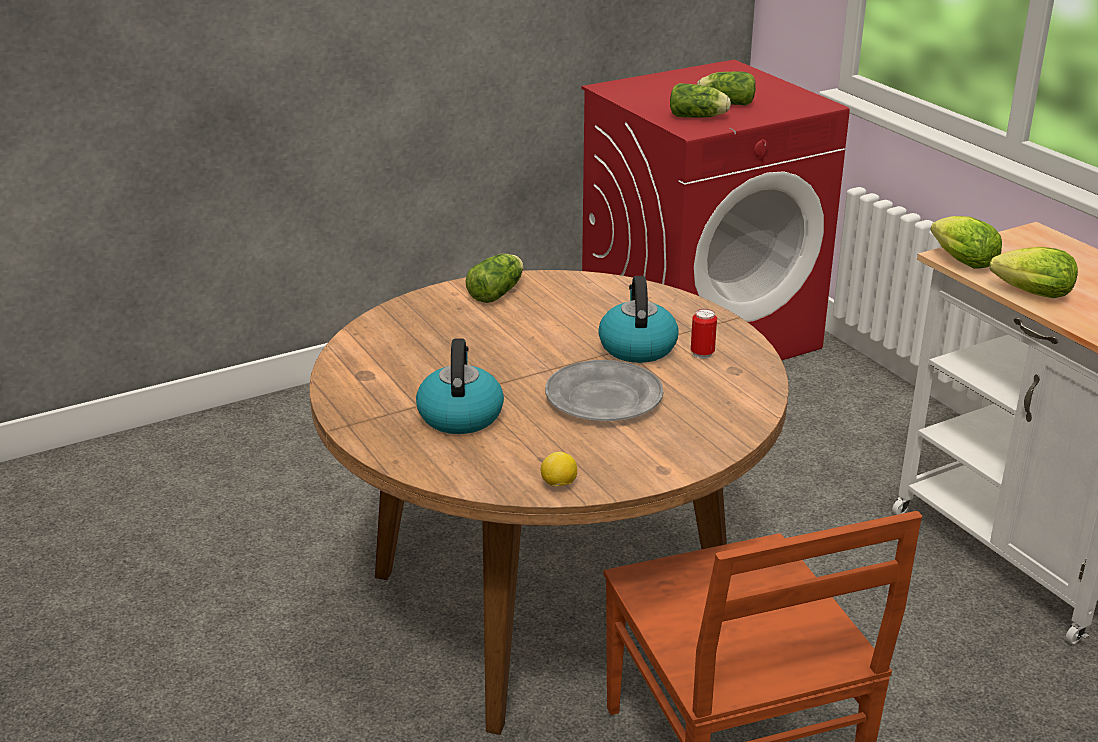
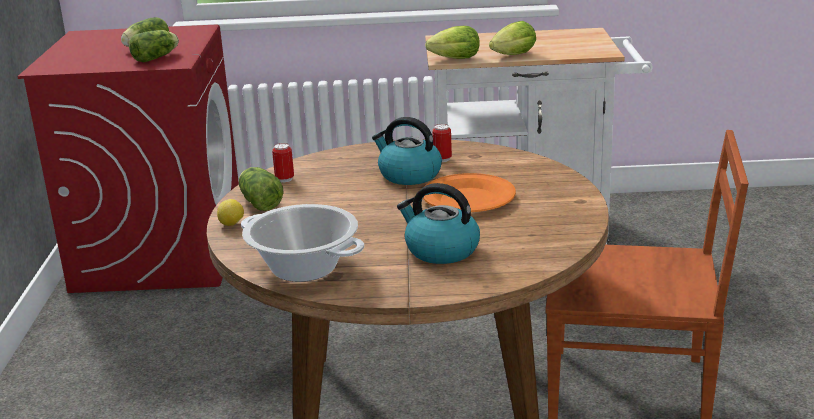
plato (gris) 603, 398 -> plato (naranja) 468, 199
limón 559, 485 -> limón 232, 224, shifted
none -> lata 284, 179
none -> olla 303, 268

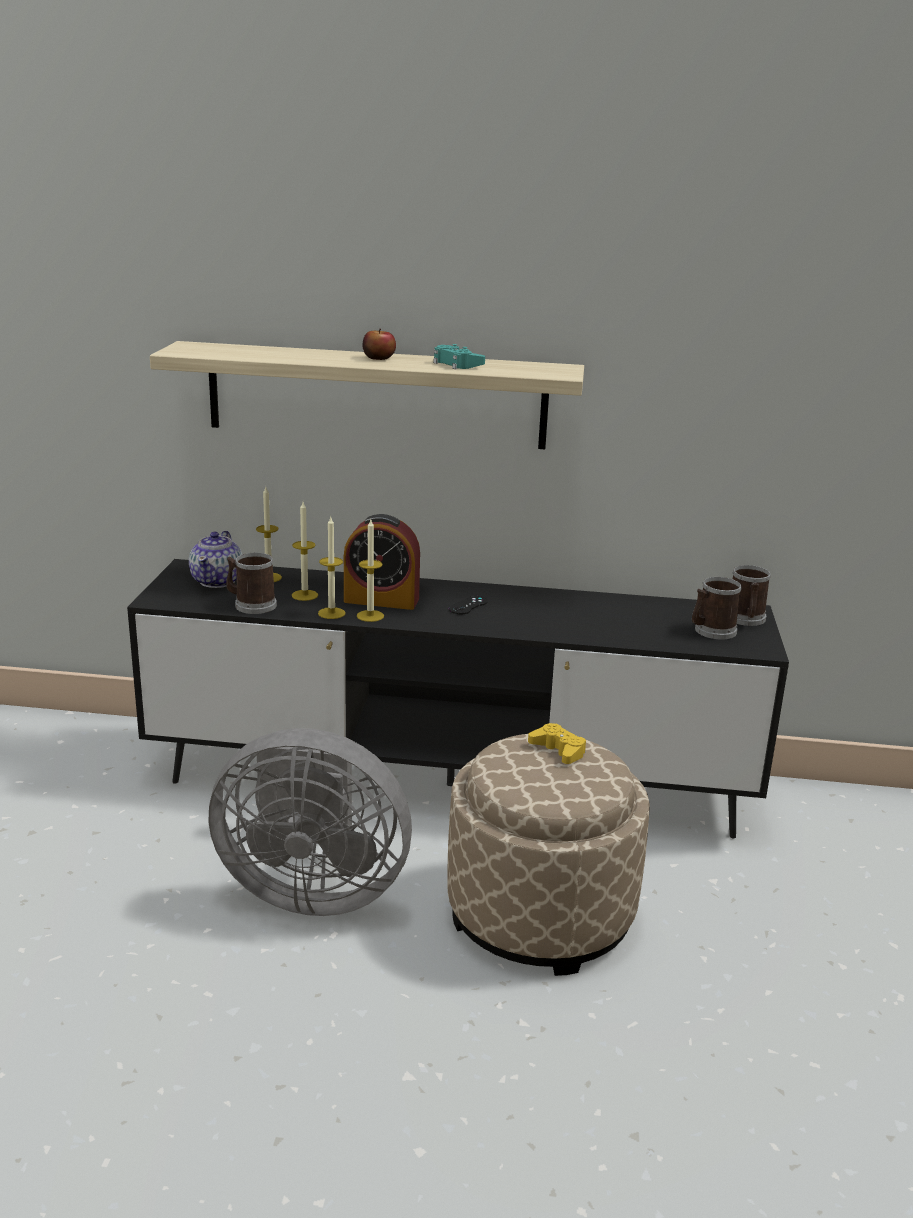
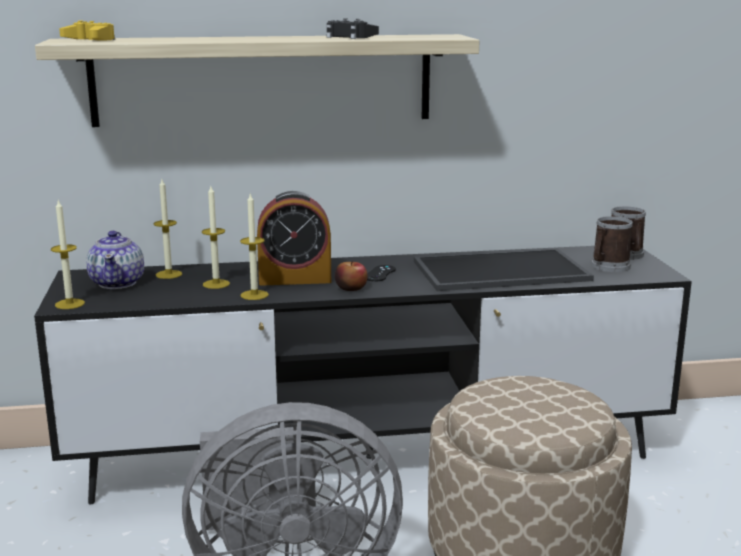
manzana 379, 358 -> manzana 351, 288, shifted
mando de consola (turquesa) 457, 364 -> mando de consola (negro) 350, 37
vela 370, 616 -> vela 69, 304, shifted
taza grande 251, 605 -> none
mando de consola (amarillo) 558, 750 -> mando de consola (amarillo) 89, 40, shifted
none -> bandeja 499, 272

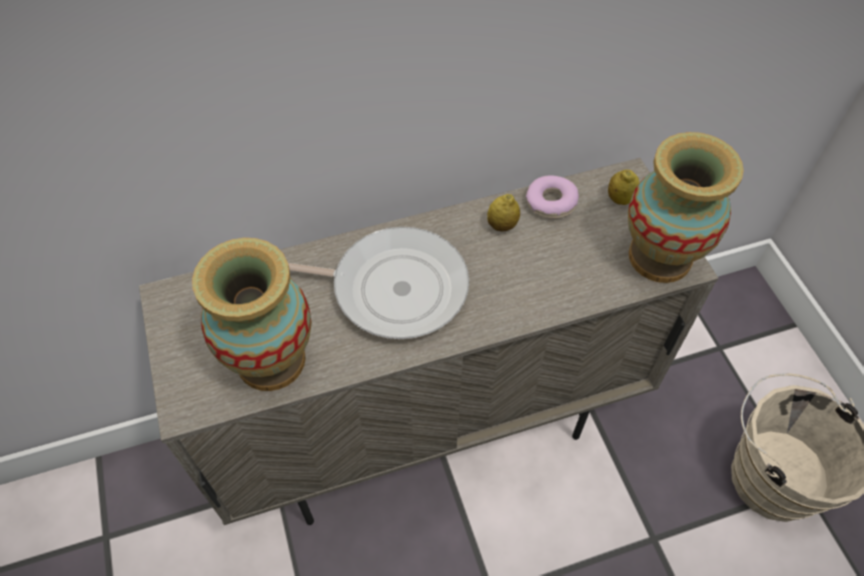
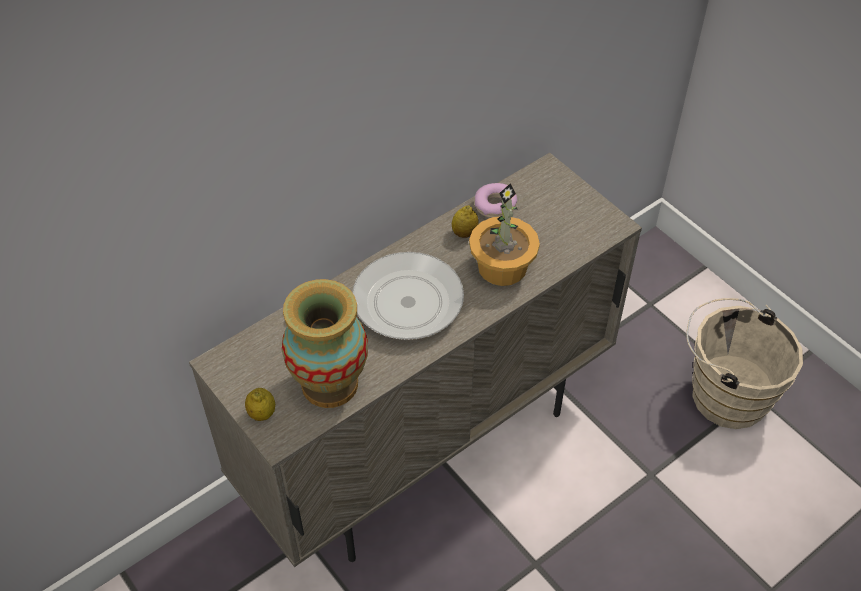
florero 660, 256 -> none
limón 620, 199 -> limón 262, 413, shifted
none -> planta en maceta 503, 266

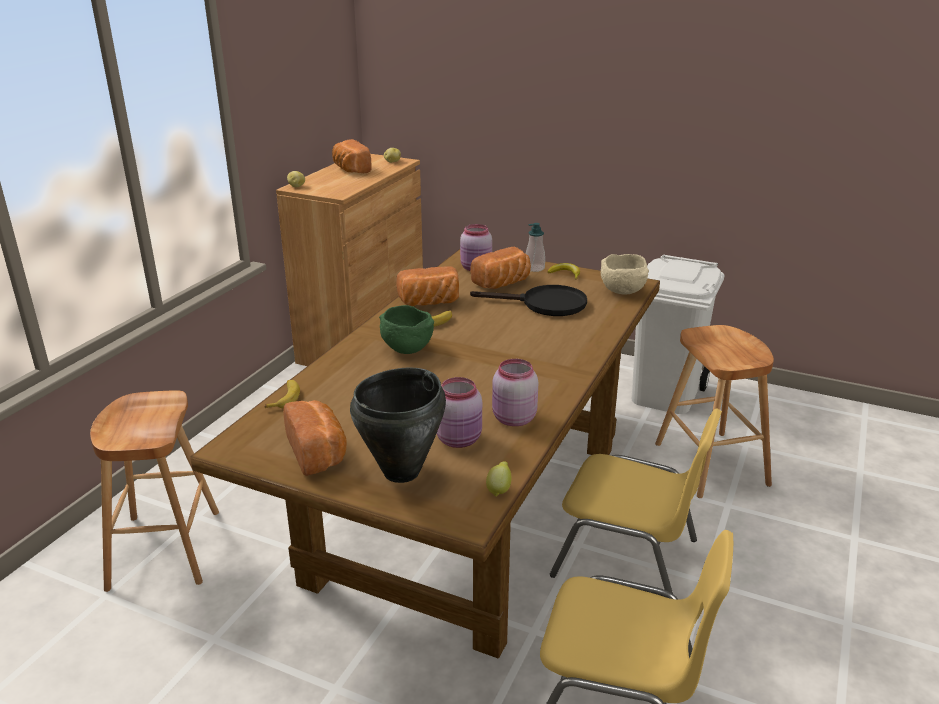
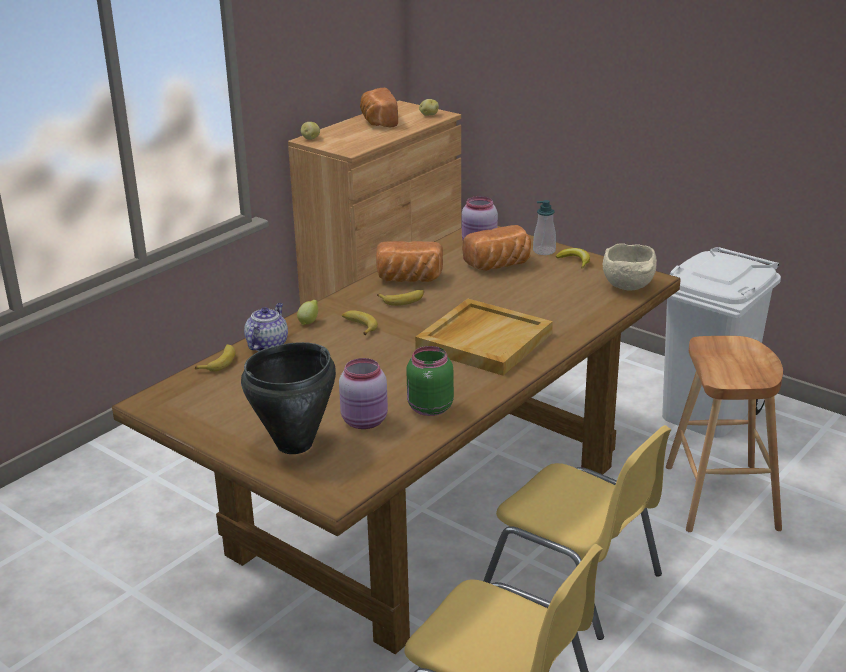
sartén (negro) 544, 304 -> none
cuenco (verde) 405, 349 -> plátano 358, 326
tarro (rosa) 513, 419 -> tarro (verde) 429, 408
taburete (marrón) 165, 550 -> none
pan 319, 452 -> none
limón 499, 489 -> limón 309, 322, shifted
none -> bandeja (beis) 484, 340
none -> tetera 267, 345

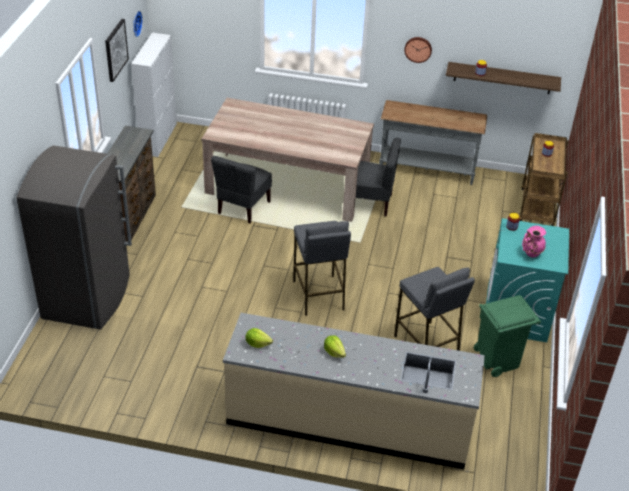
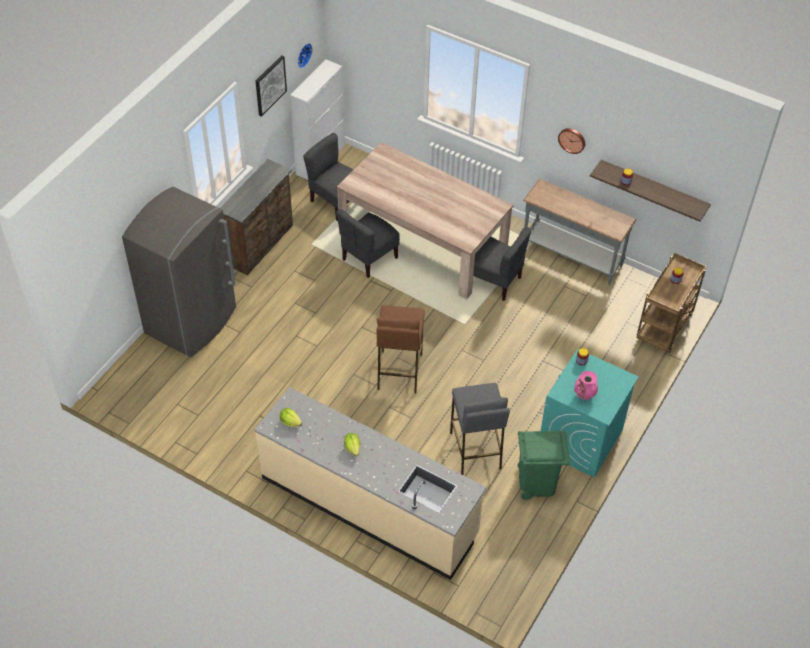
taburete (gris) 318, 295 -> taburete (marrón) 399, 372
none -> silla (gris) 336, 201

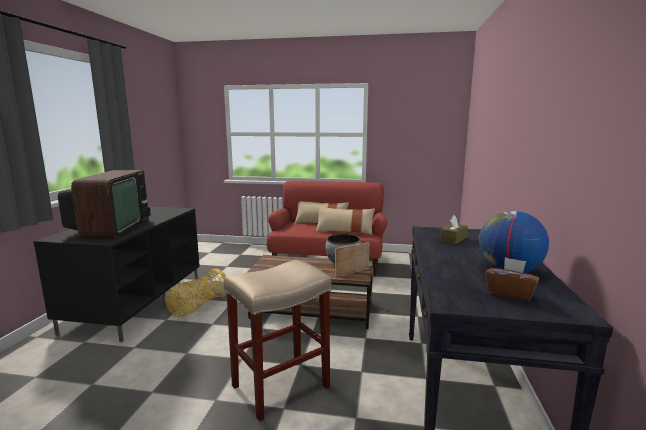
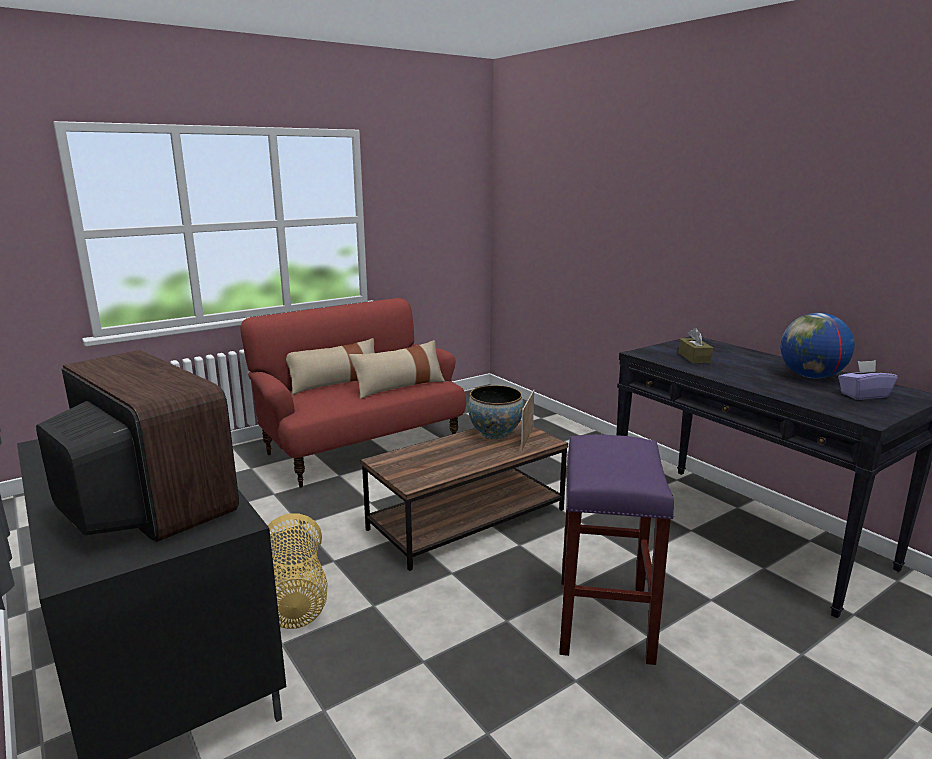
caja de pañuelos (marrón) 510, 293 -> caja de pañuelos (morado) 863, 395
taburete (beis) 280, 387 -> taburete (morado) 605, 620

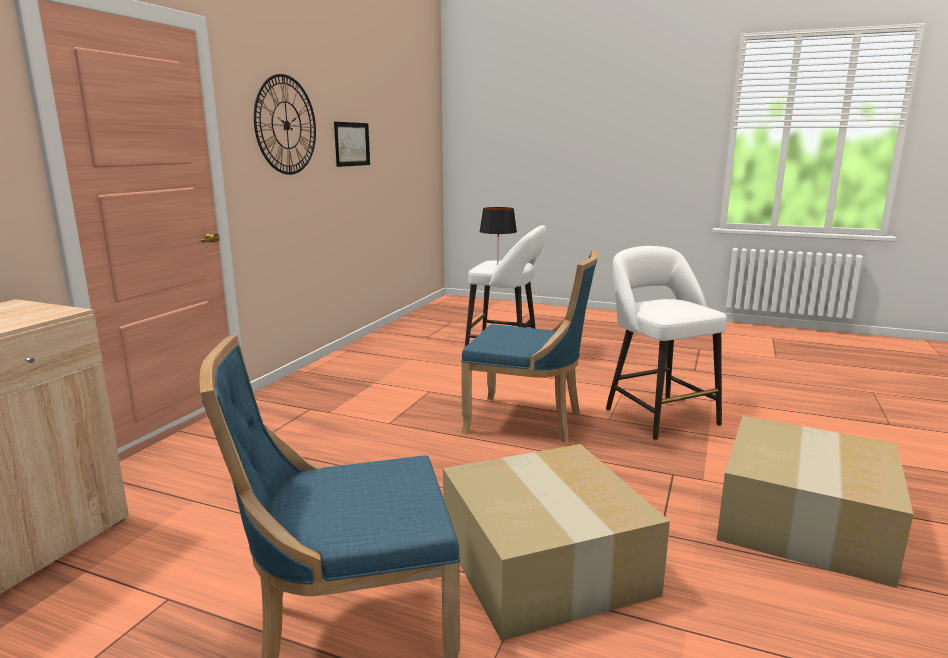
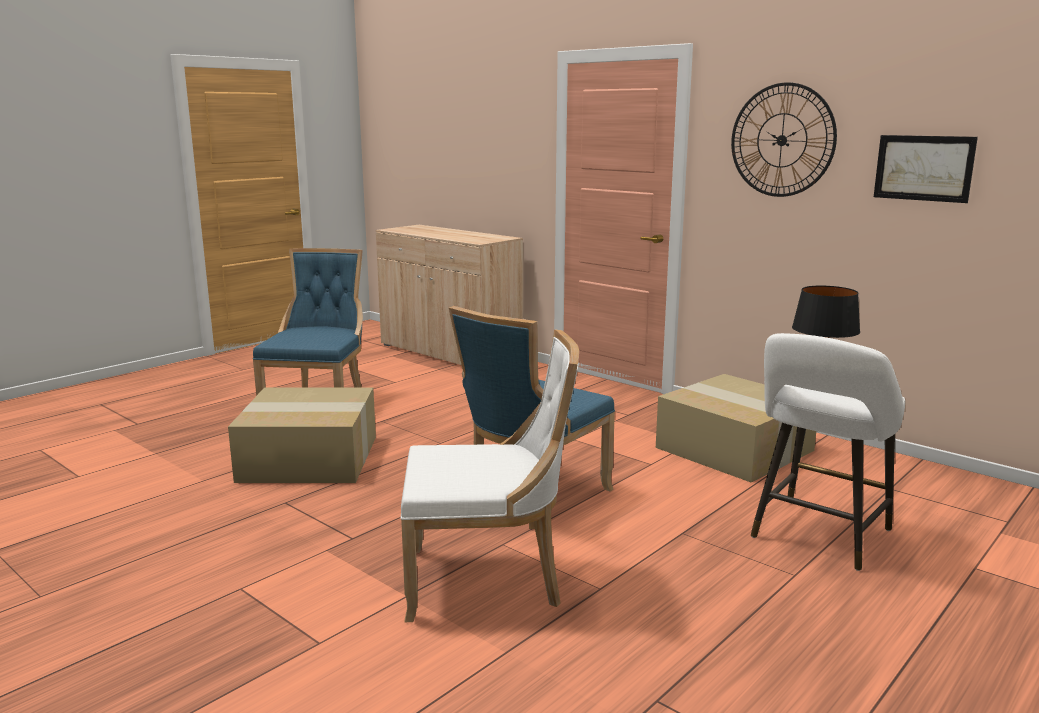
taburete (blanco) 657, 415 -> silla (blanco) 489, 581
caja de cartón 806, 524 -> caja de cartón 731, 449, shifted

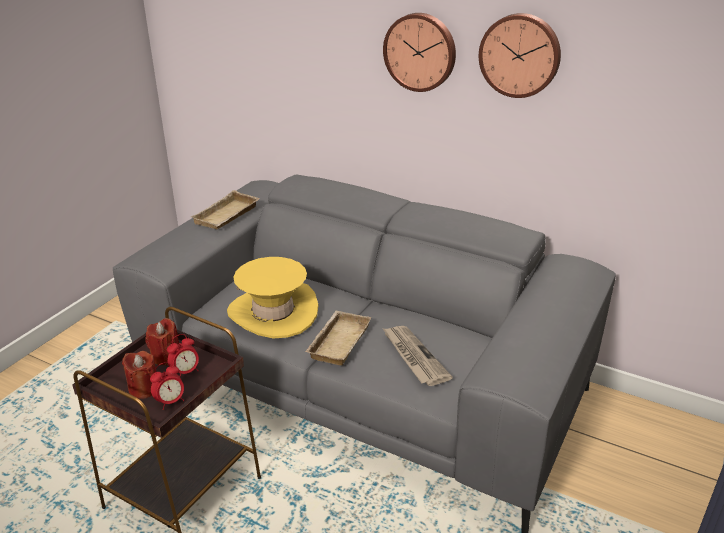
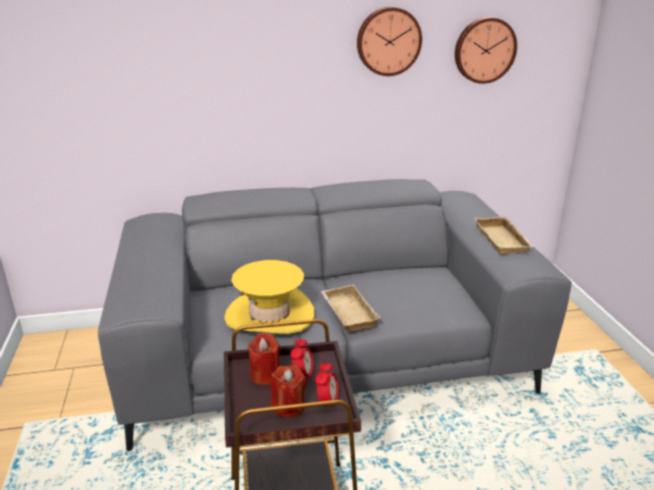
reloj de pared 420, 51 -> reloj de pared 484, 50, shifted
bandeja (beis) 227, 216 -> bandeja (beis) 504, 240, shifted
periódico 413, 357 -> none

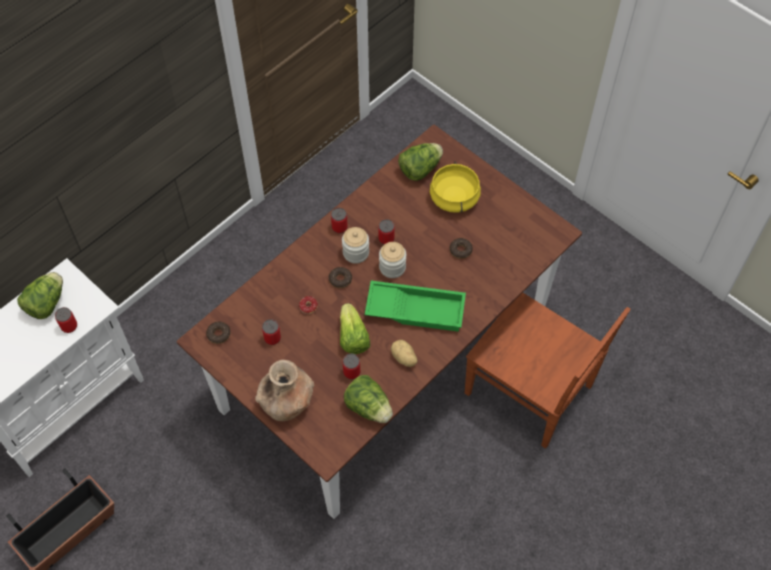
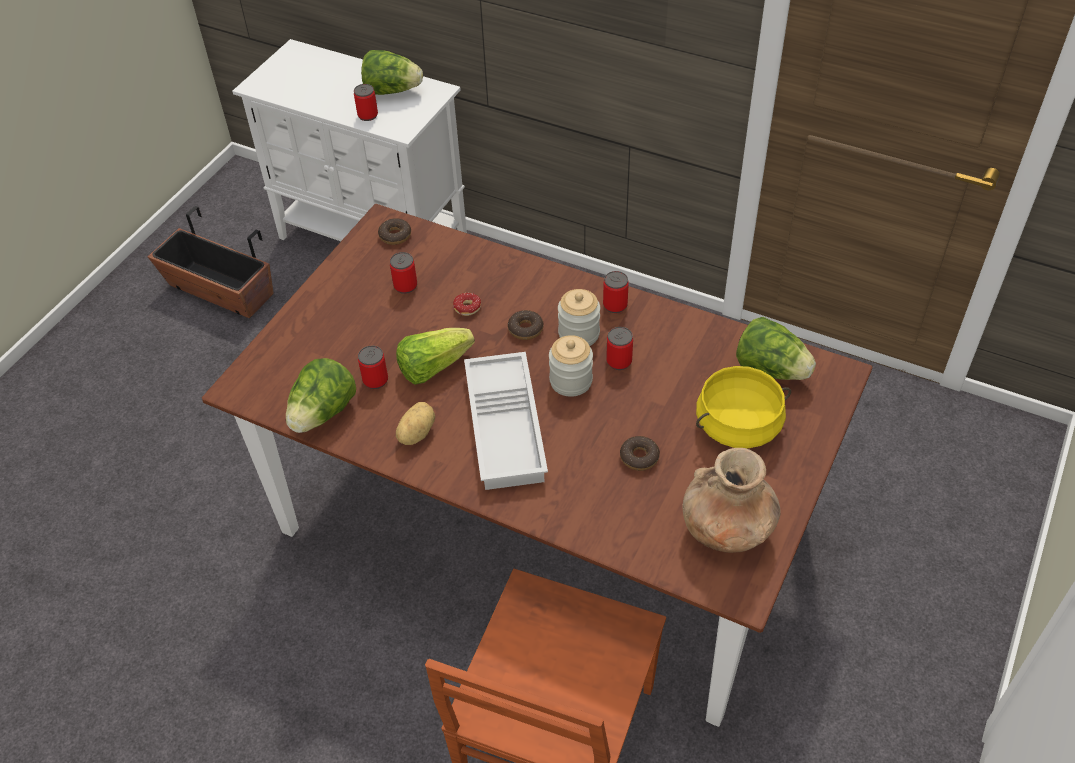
bandeja (verde) 416, 308 -> bandeja (blanco) 507, 427
florero (marrón) 287, 402 -> florero (marrón) 727, 530, shifted

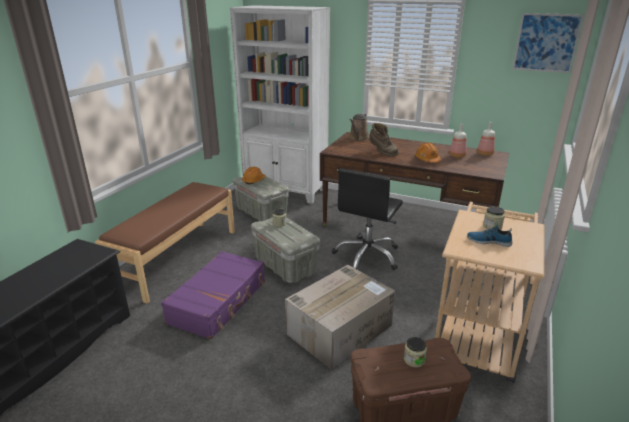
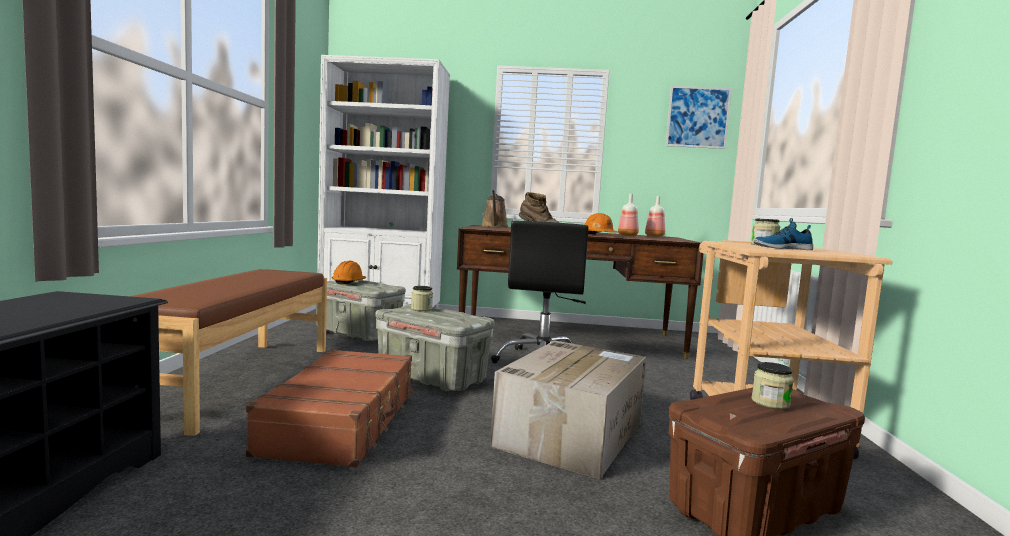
maleta (morado) 219, 302 -> maleta (marrón) 343, 422

